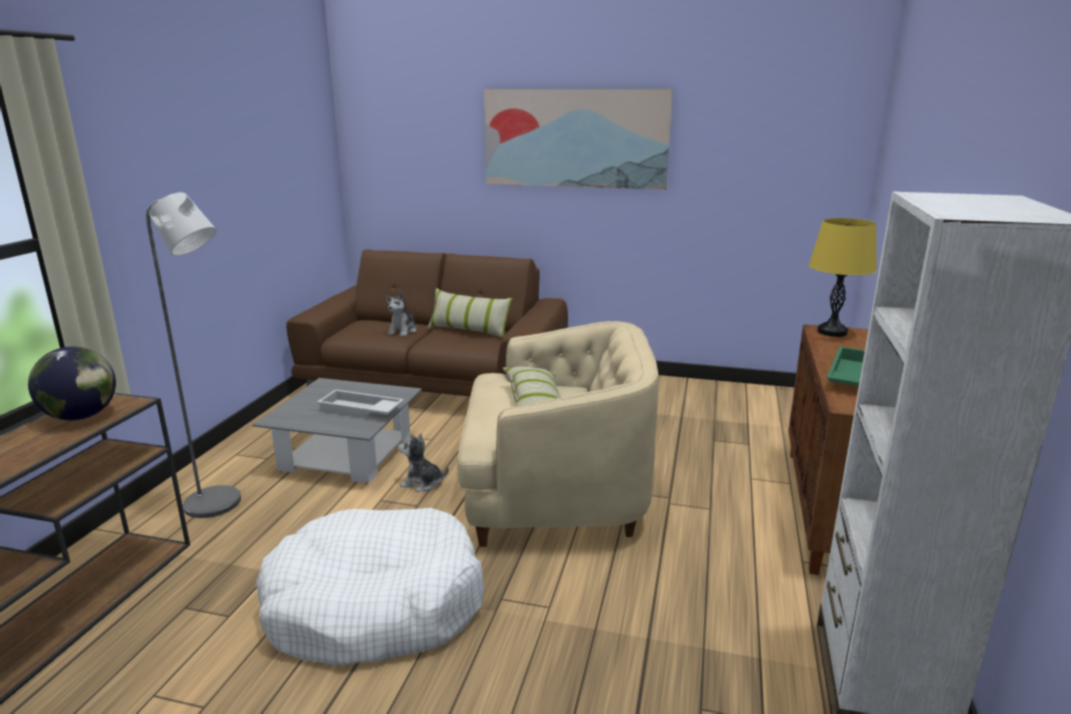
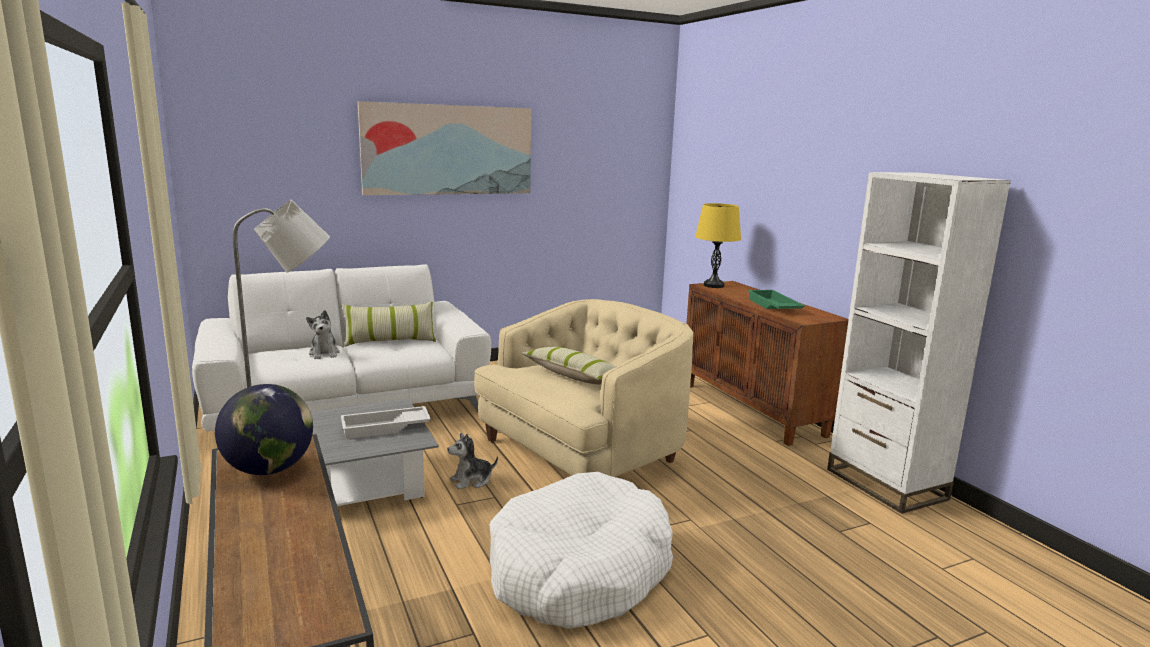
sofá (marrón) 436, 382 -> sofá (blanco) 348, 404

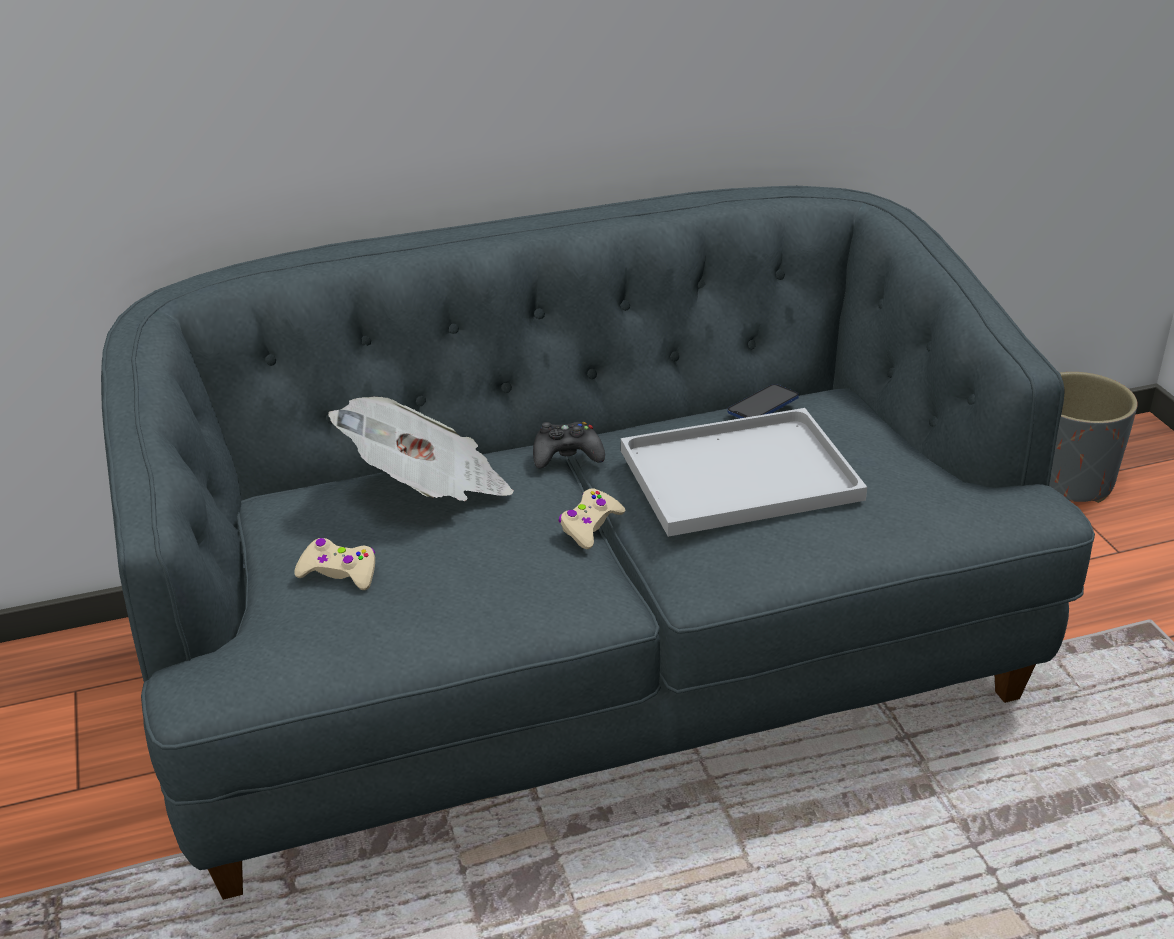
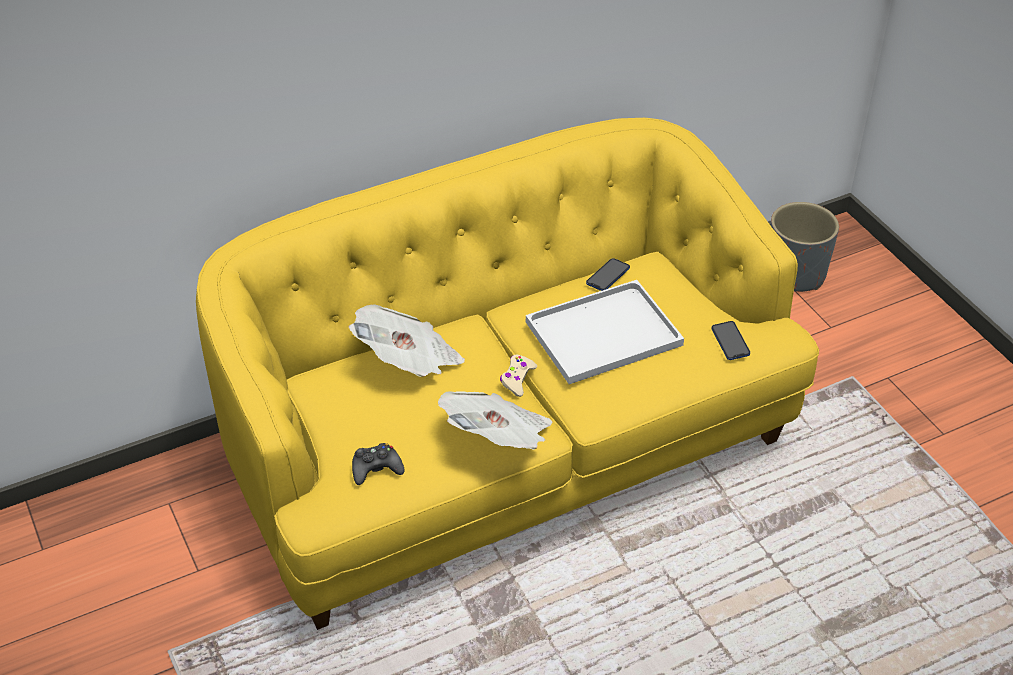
sofá (gris) 592, 671 -> sofá (amarillo) 507, 451
mando de consola (negro) 567, 455 -> mando de consola (negro) 376, 468, shifted
mando de consola (beis) 339, 572 -> none
none -> móvil 730, 341
none -> periódico 498, 439

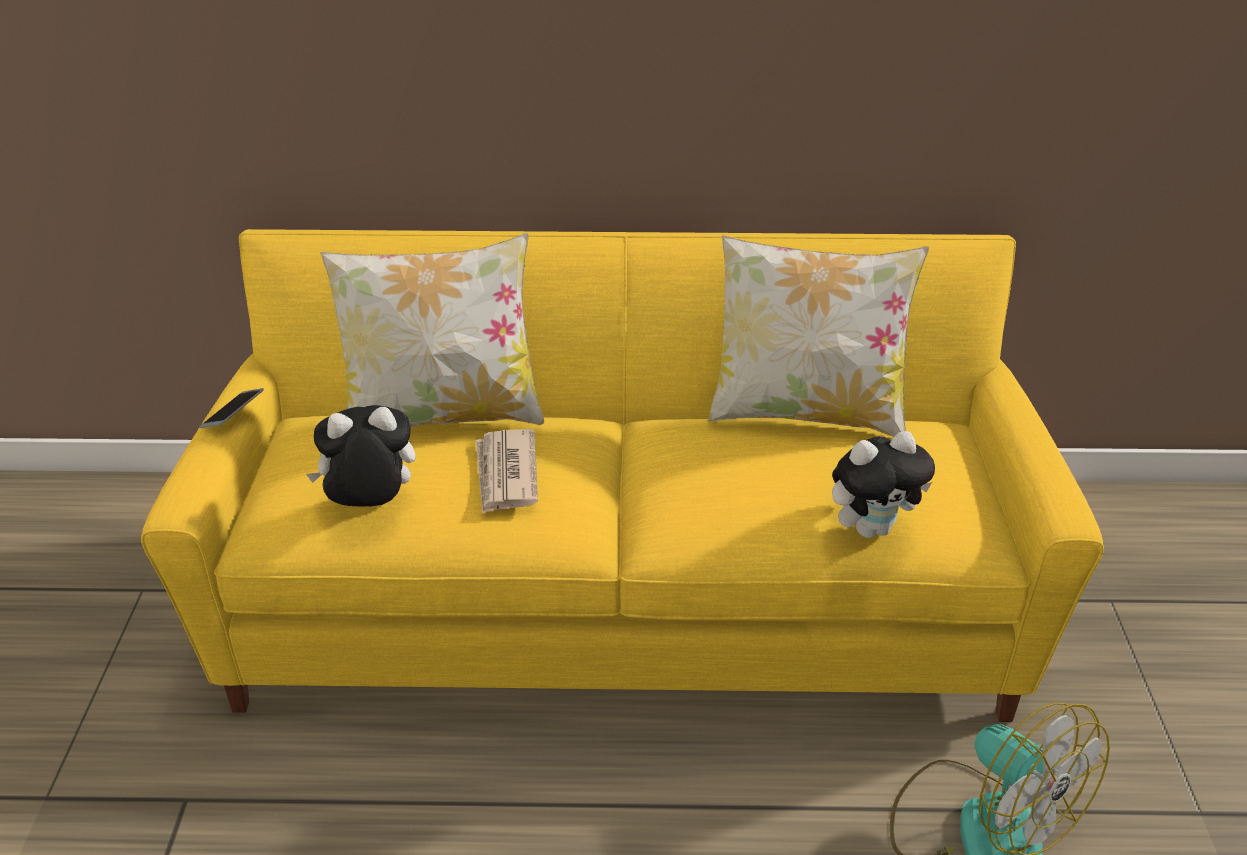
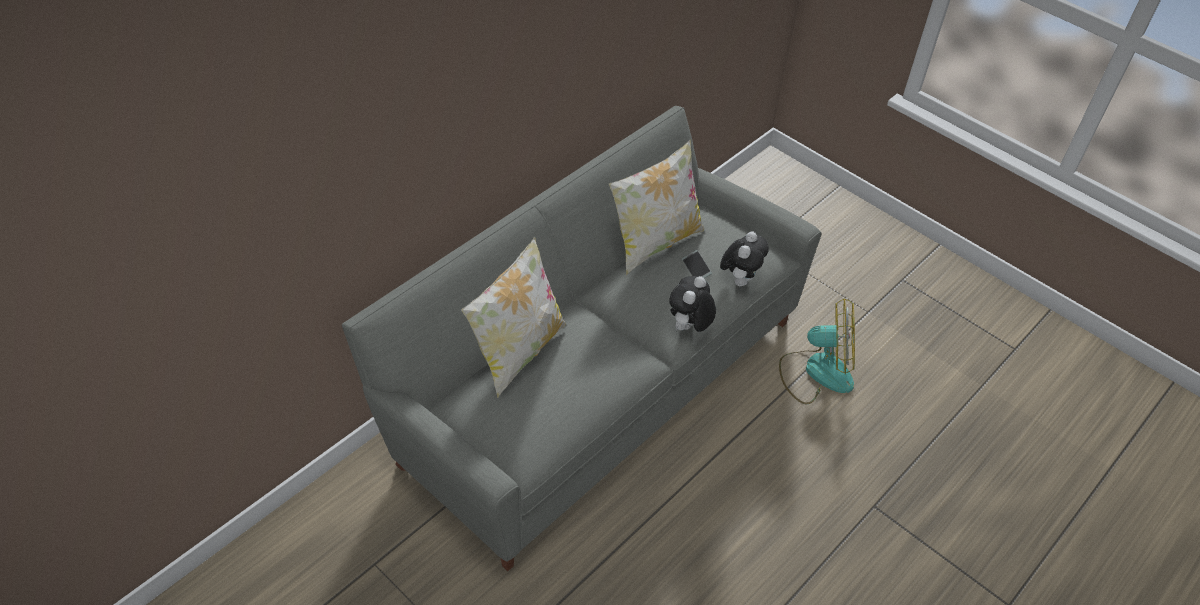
sofá (amarillo) 623, 593 -> sofá (gris) 595, 383
móvil 233, 414 -> móvil 696, 269, shifted
peluche 371, 506 -> peluche 689, 327, shifted
periódico 506, 474 -> none

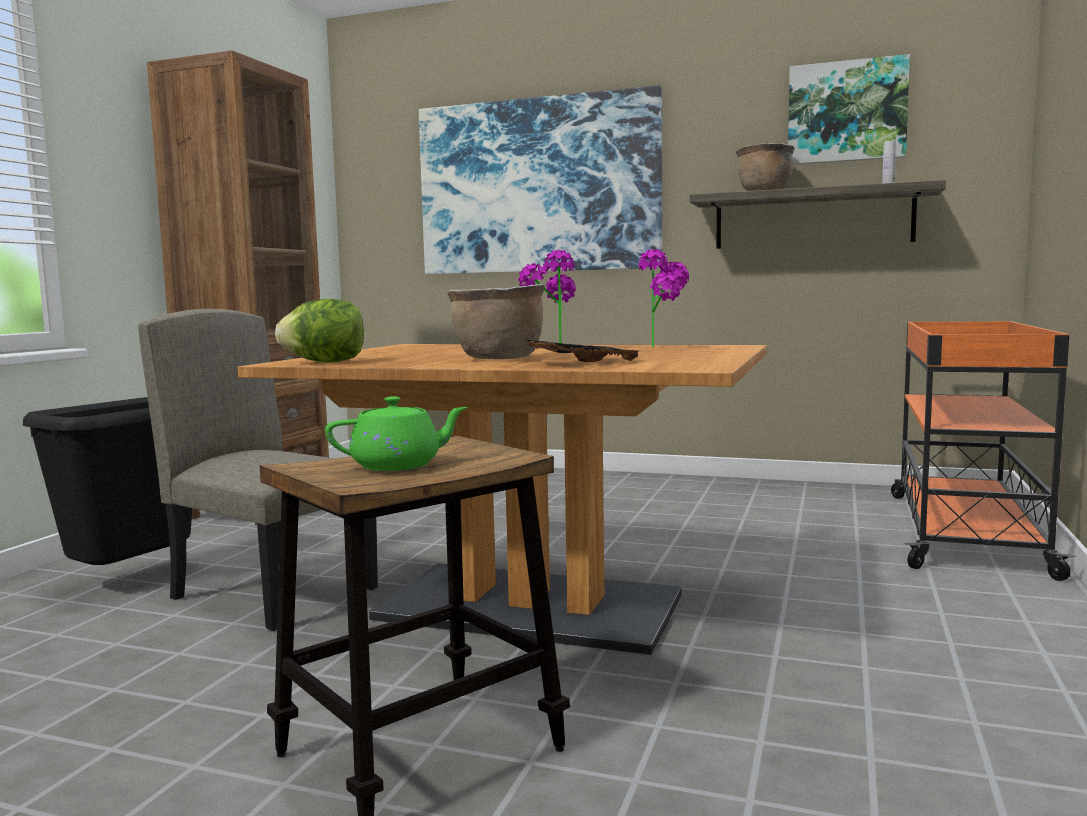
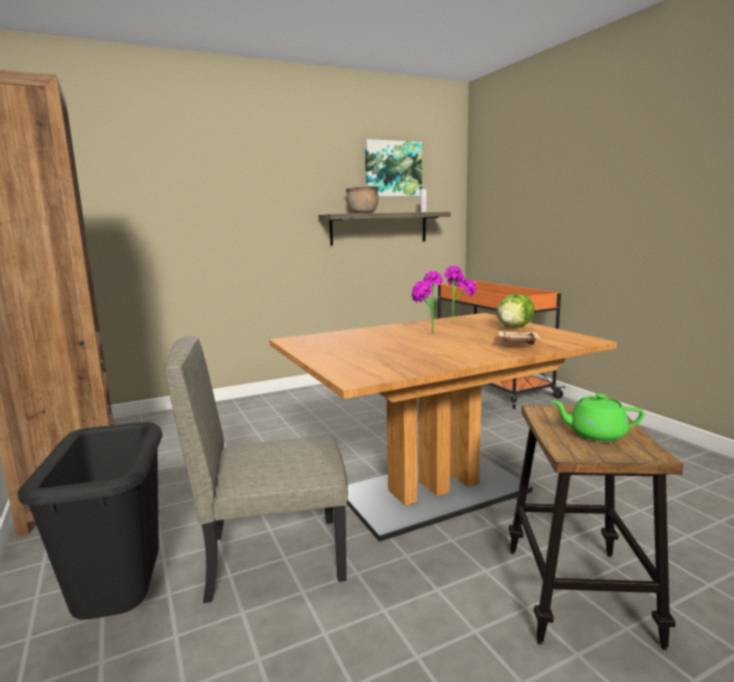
cuadro 538, 186 -> none
olla (marrón) 498, 359 -> none
lechuga 325, 362 -> lechuga 514, 328, shifted
bandeja (negro) 582, 362 -> bandeja (beis) 516, 344
tetera (verde) 398, 465 -> tetera (verde) 595, 434, 105 degrees counterclockwise

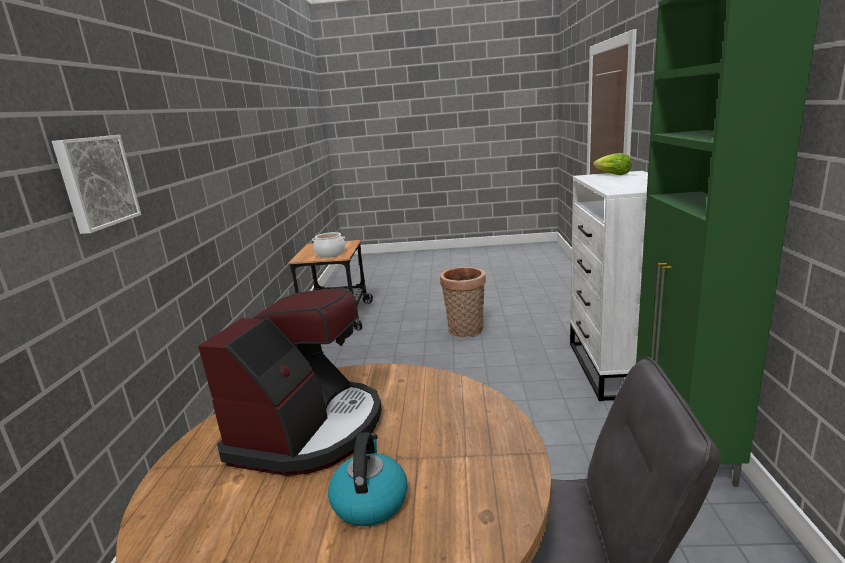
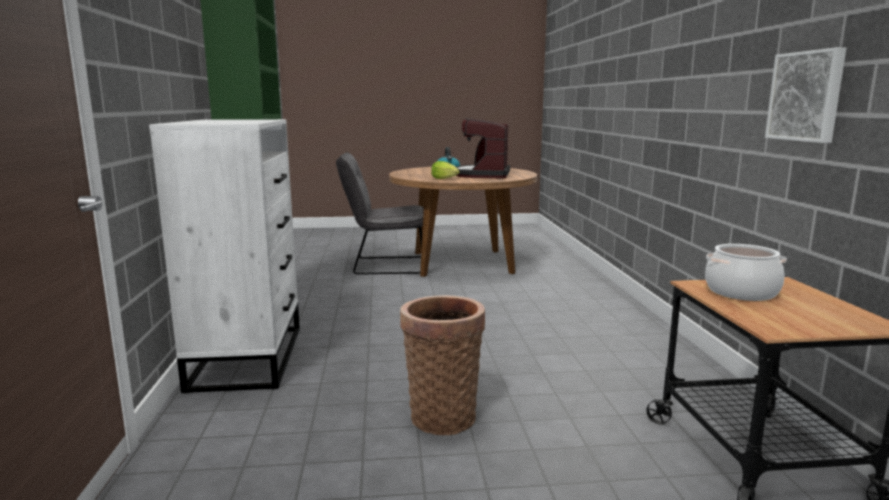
cuadro 96, 182 -> cuadro 807, 96, shifted
lechuga 612, 175 -> lechuga 445, 179, shifted

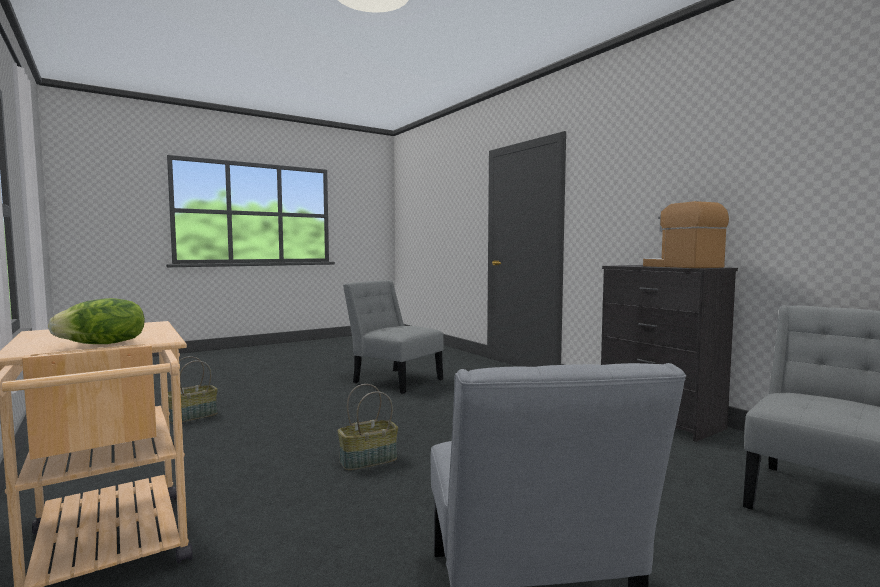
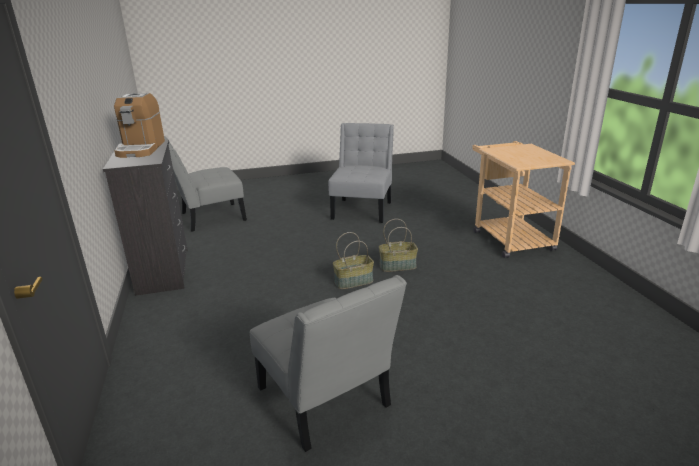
lechuga 104, 344 -> none
cesta 192, 416 -> cesta 353, 281, shifted

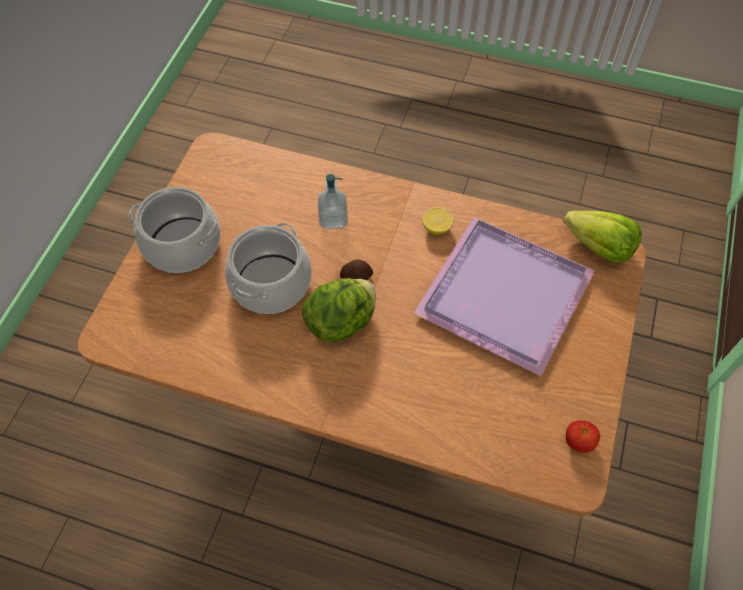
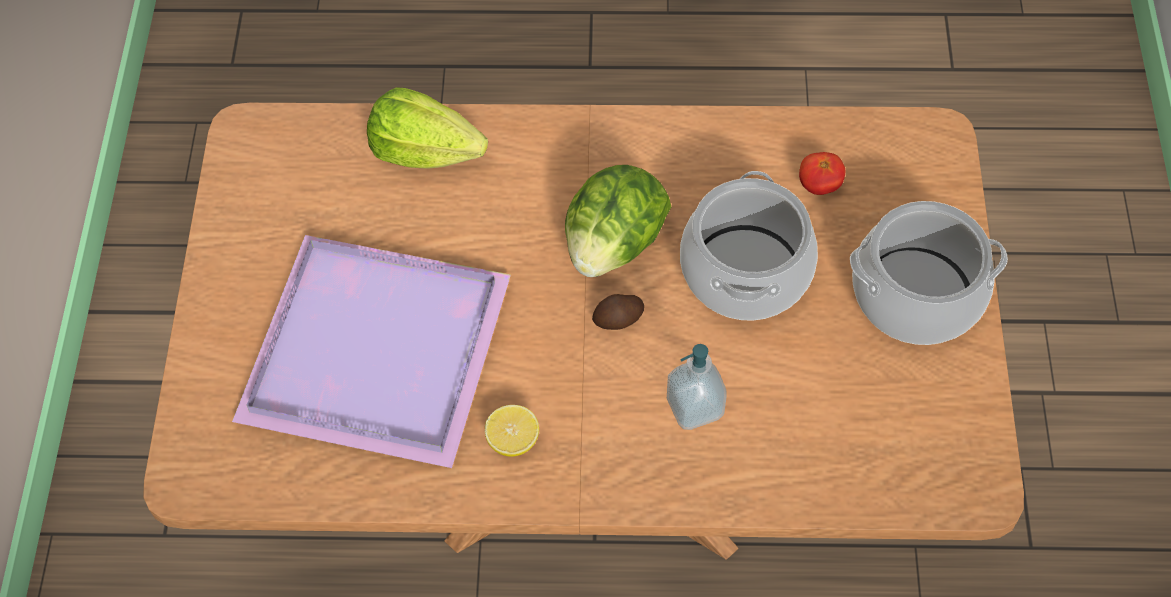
lechuga 599, 248 -> lechuga 425, 152, shifted
tomate 578, 441 -> tomate 819, 185, shifted

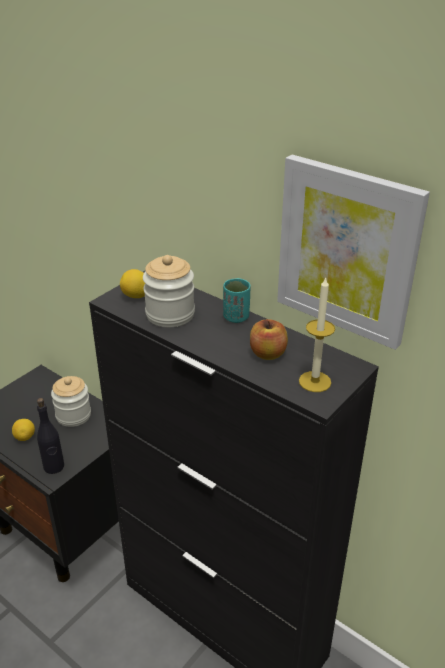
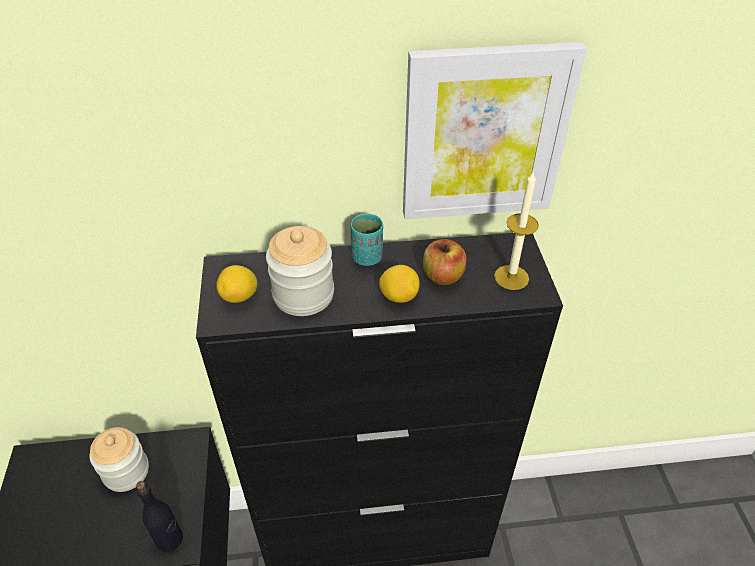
limón 25, 437 -> limón 399, 296, shifted

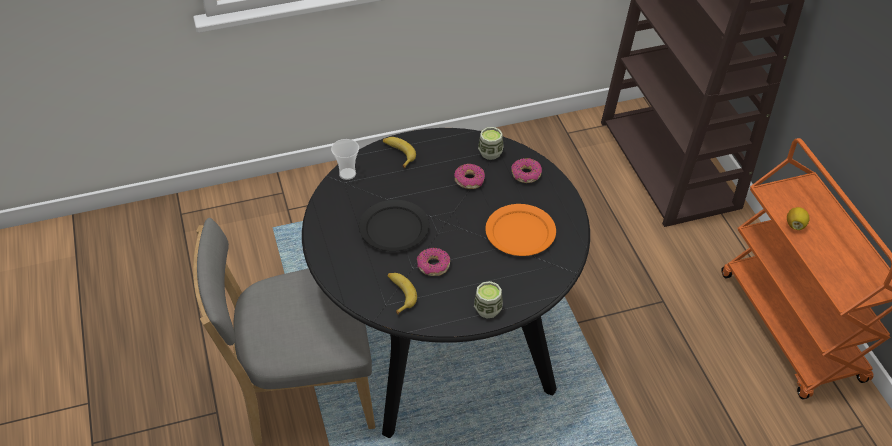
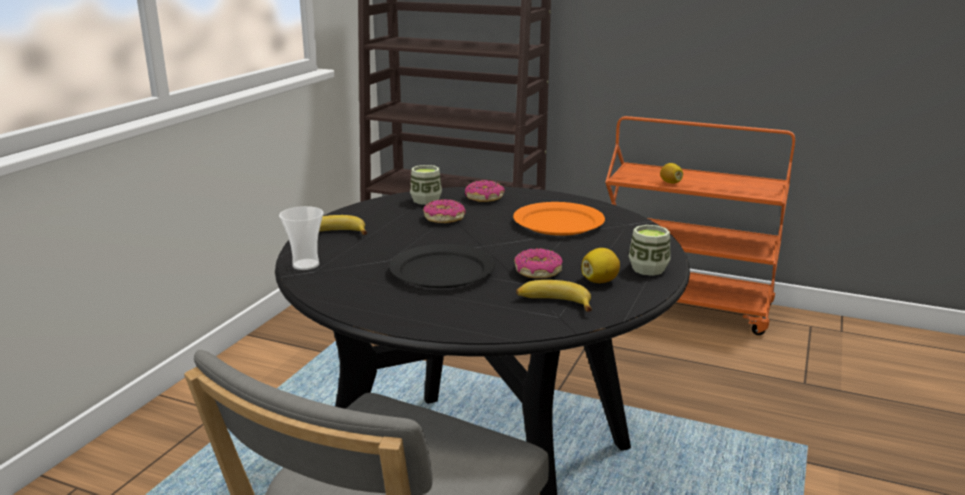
none -> limón 600, 281

